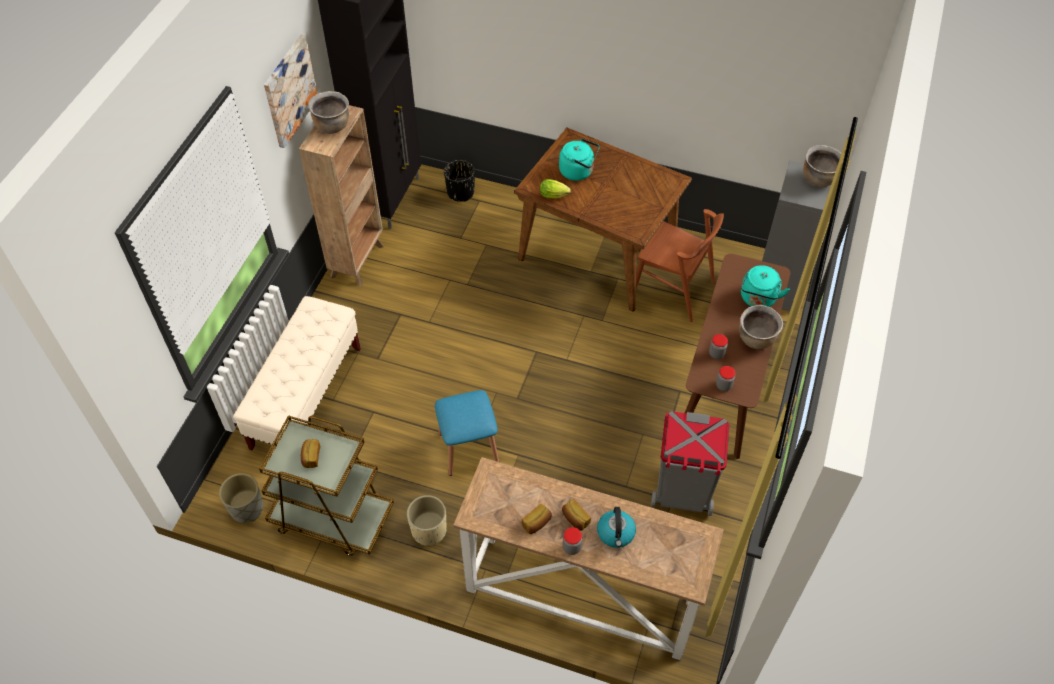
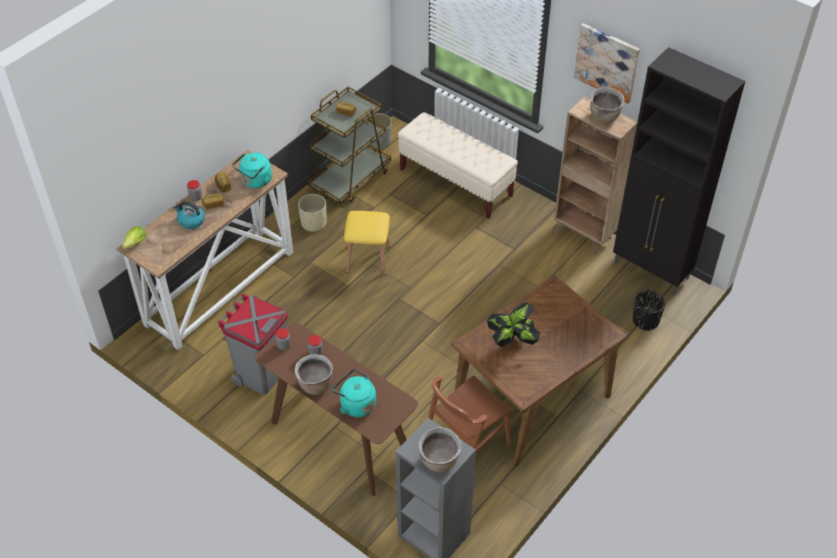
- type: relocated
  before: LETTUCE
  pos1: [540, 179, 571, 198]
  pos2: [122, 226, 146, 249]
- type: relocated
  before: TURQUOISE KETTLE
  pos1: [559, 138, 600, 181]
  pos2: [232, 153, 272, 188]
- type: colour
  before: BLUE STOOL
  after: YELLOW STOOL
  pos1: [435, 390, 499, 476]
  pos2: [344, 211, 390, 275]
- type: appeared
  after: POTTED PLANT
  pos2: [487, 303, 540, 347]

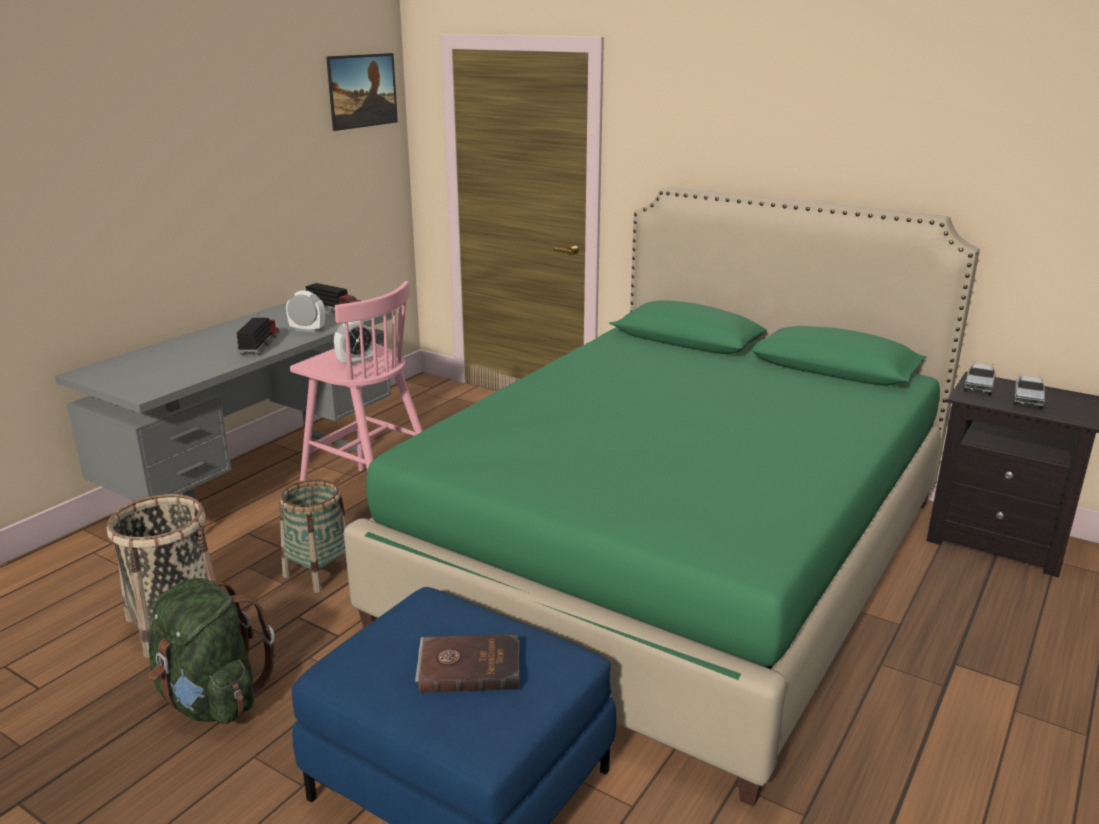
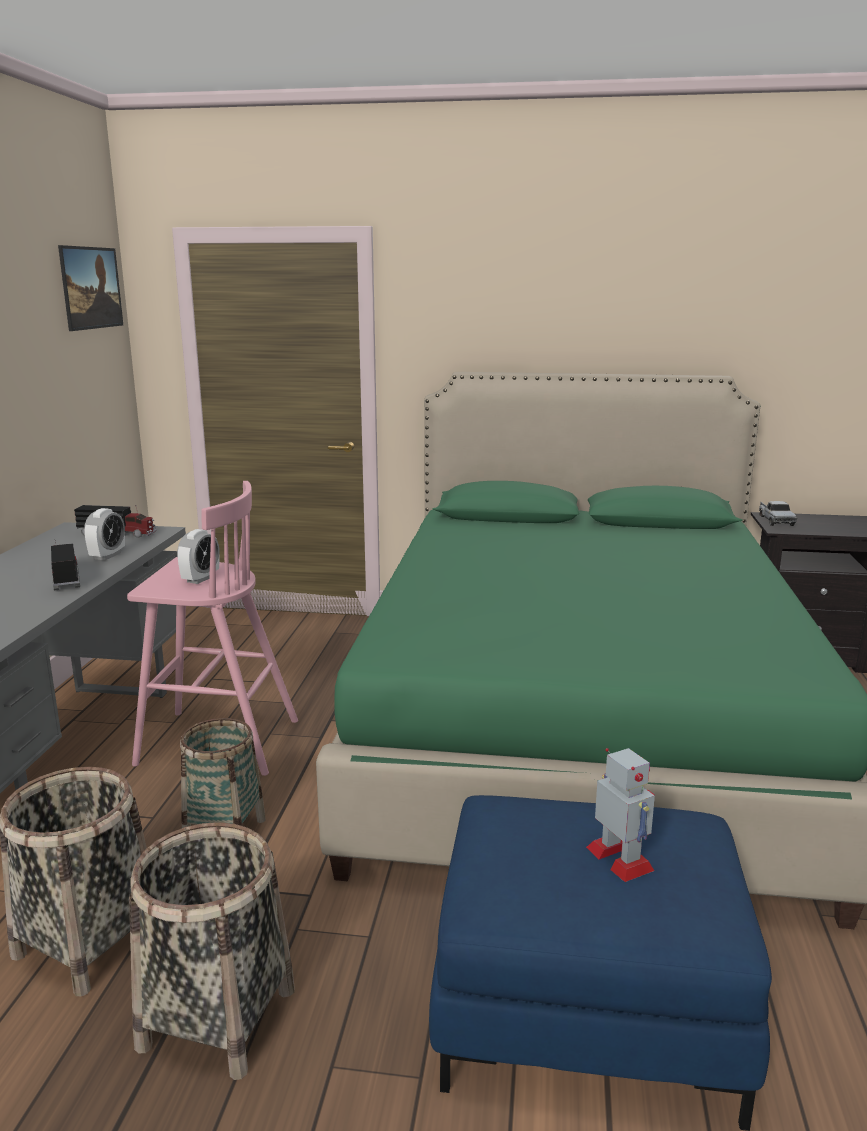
- type: spun
  before: ALARM CLOCK
  pos1: [286, 290, 325, 333]
  pos2: [84, 508, 125, 560]
  turn: 120
- type: exchanged
  before: GREEN BACKPACK
  after: BASKET
  pos1: [149, 578, 275, 724]
  pos2: [129, 822, 295, 1080]
- type: exchanged
  before: BROWN BOOK
  after: TOY ROBOT
  pos1: [415, 634, 520, 693]
  pos2: [586, 748, 655, 882]
- type: missing
  before: TOY TRUCK
  pos1: [1013, 374, 1045, 409]

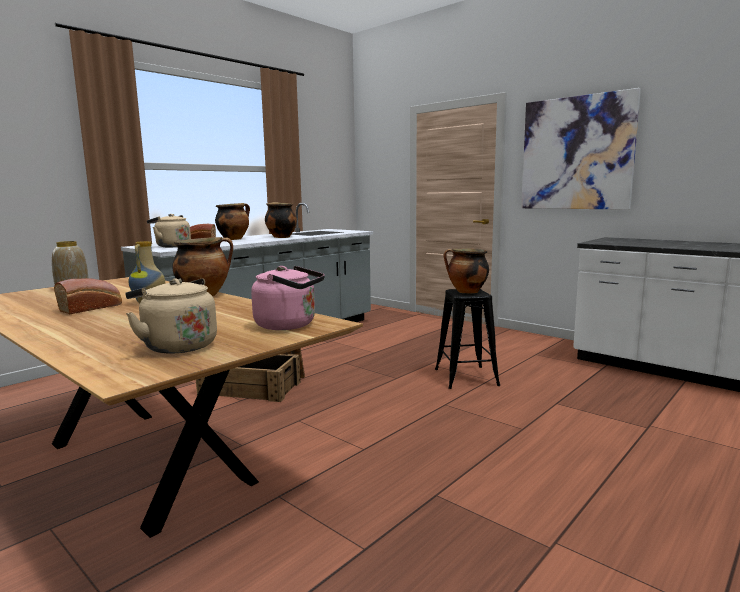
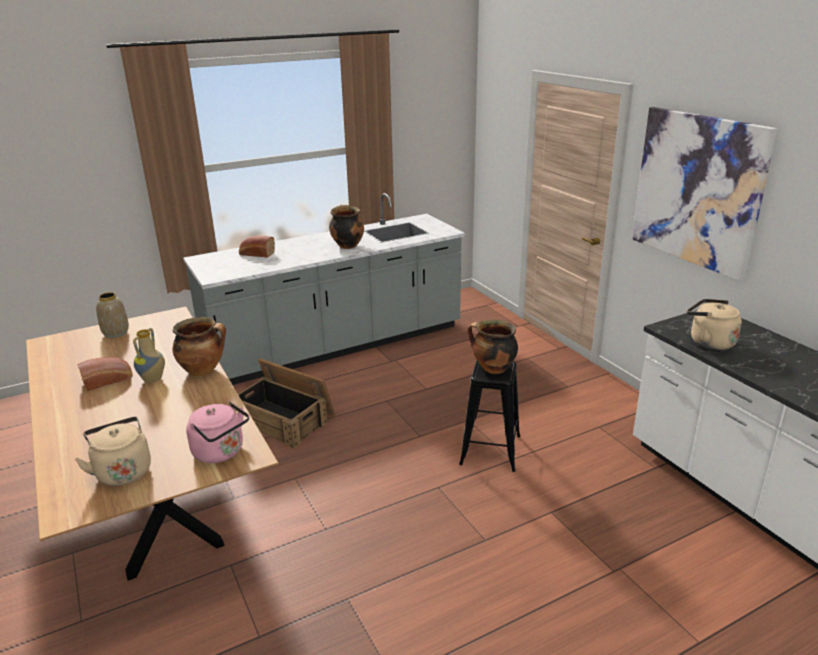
- type: relocated
  before: BEIGE KETTLE
  pos1: [147, 214, 191, 247]
  pos2: [687, 299, 742, 350]
- type: missing
  before: COOKING POT
  pos1: [215, 203, 250, 240]

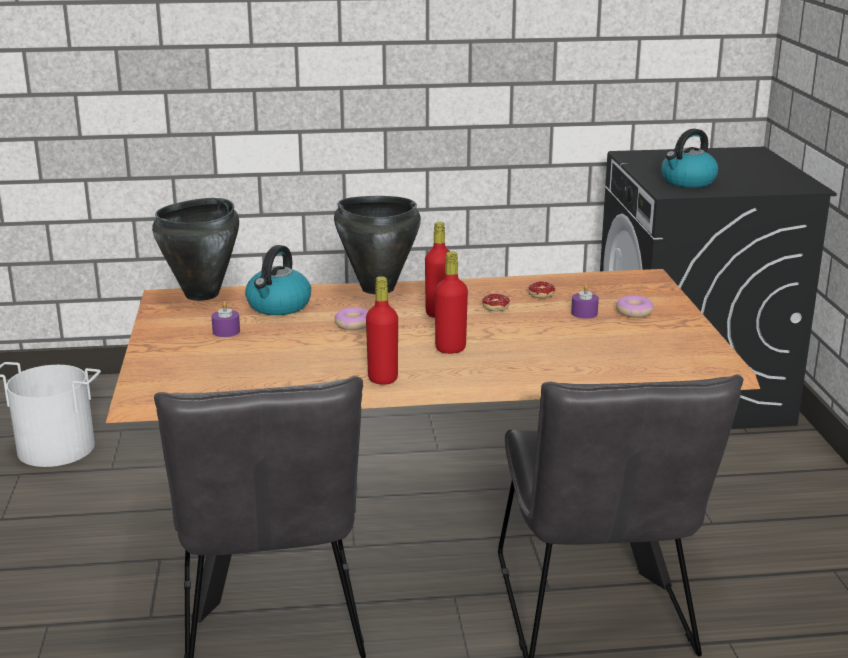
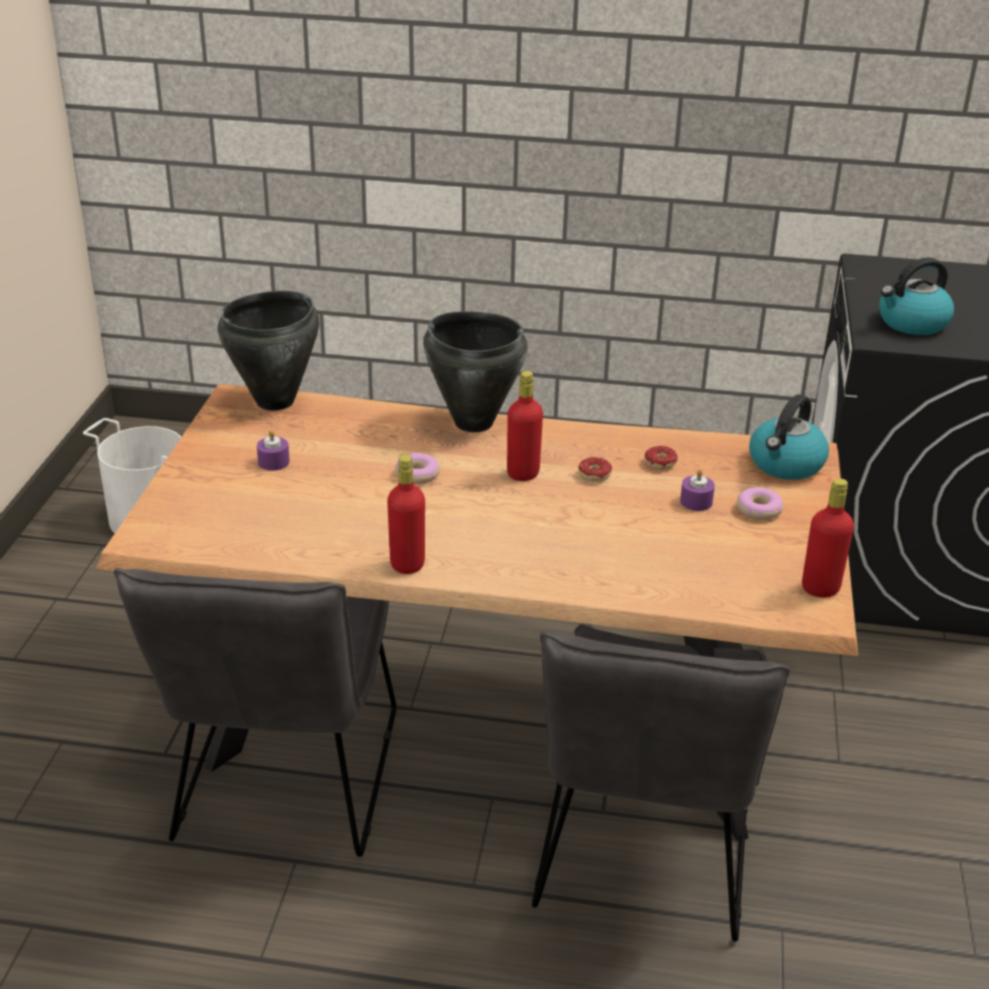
- type: relocated
  before: KETTLE
  pos1: [245, 245, 311, 315]
  pos2: [749, 394, 829, 480]
- type: relocated
  before: RED BOTTLE
  pos1: [435, 251, 468, 354]
  pos2: [802, 478, 854, 597]

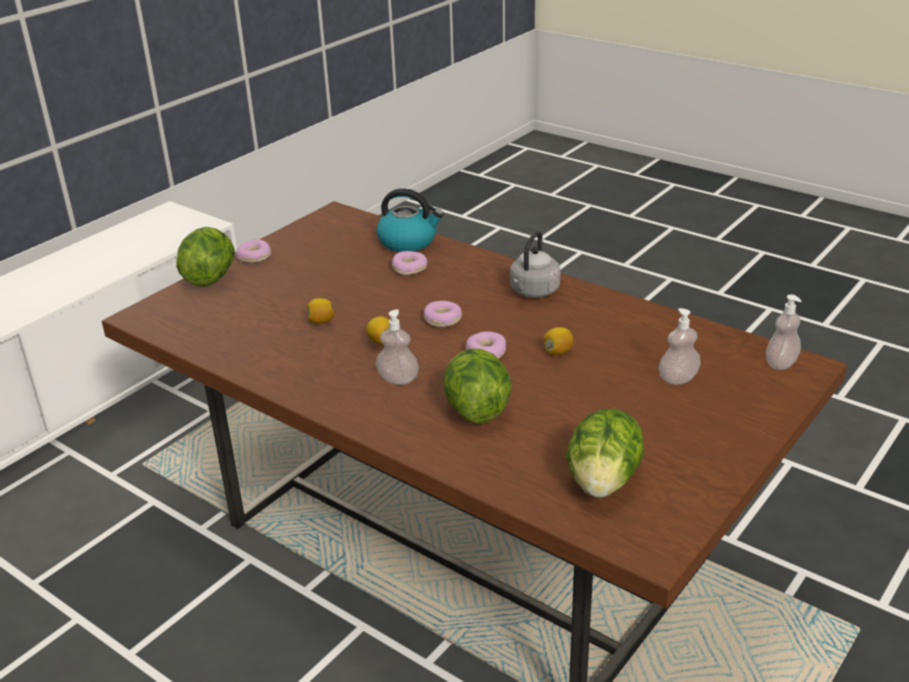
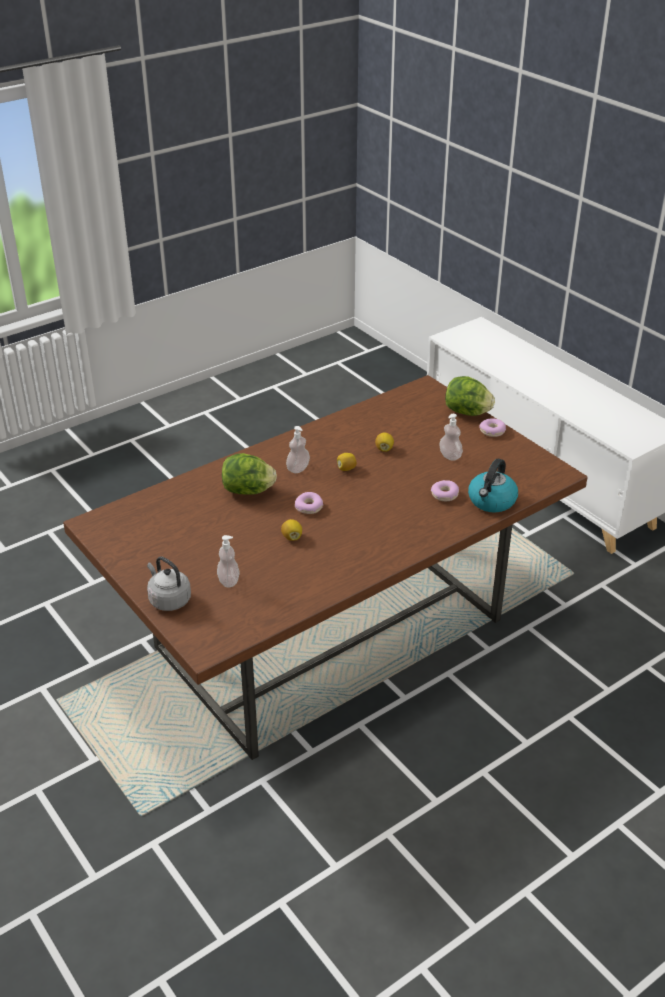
- type: relocated
  before: GREY KETTLE
  pos1: [510, 231, 561, 298]
  pos2: [147, 556, 191, 611]
- type: relocated
  before: SOAP DISPENSER
  pos1: [766, 294, 802, 370]
  pos2: [439, 414, 463, 461]
- type: missing
  before: DONUT
  pos1: [424, 301, 462, 327]
- type: missing
  before: LETTUCE
  pos1: [566, 408, 644, 498]

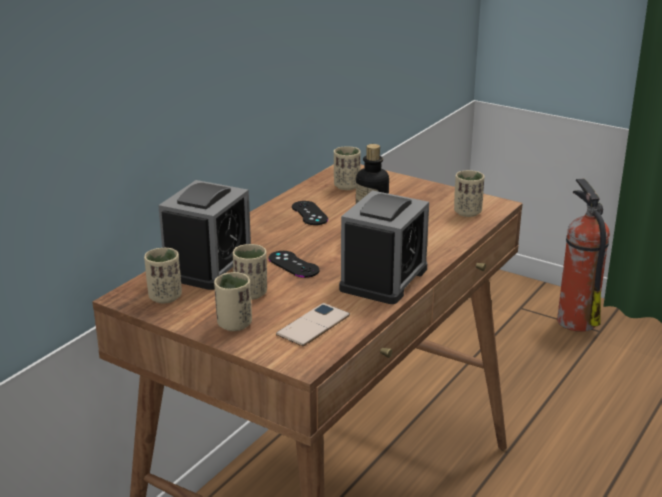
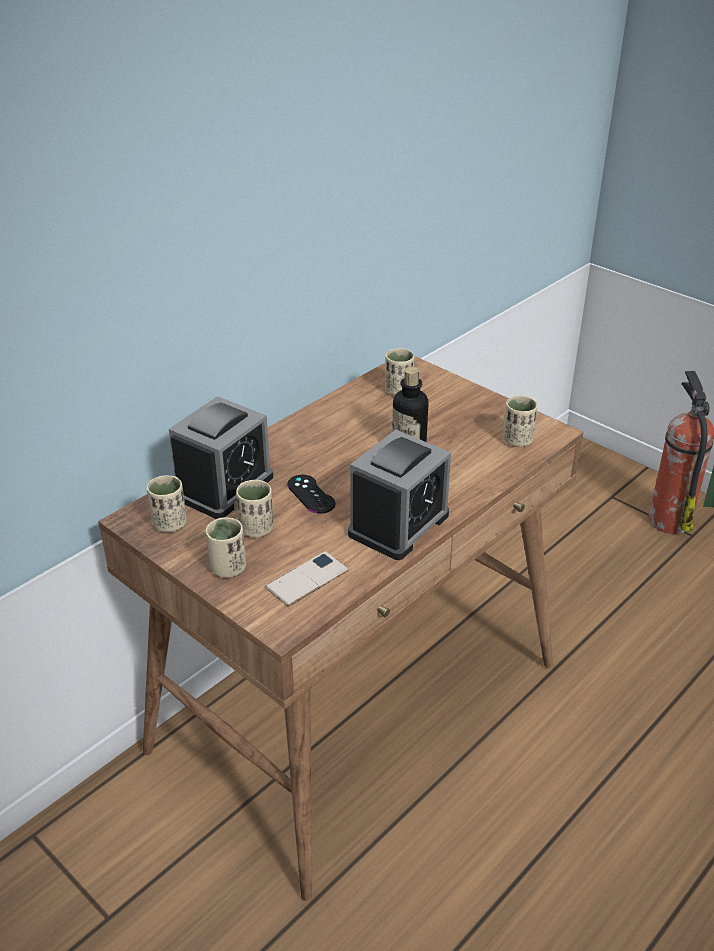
- type: missing
  before: BLACK GAME CONTROLLER
  pos1: [292, 201, 328, 225]

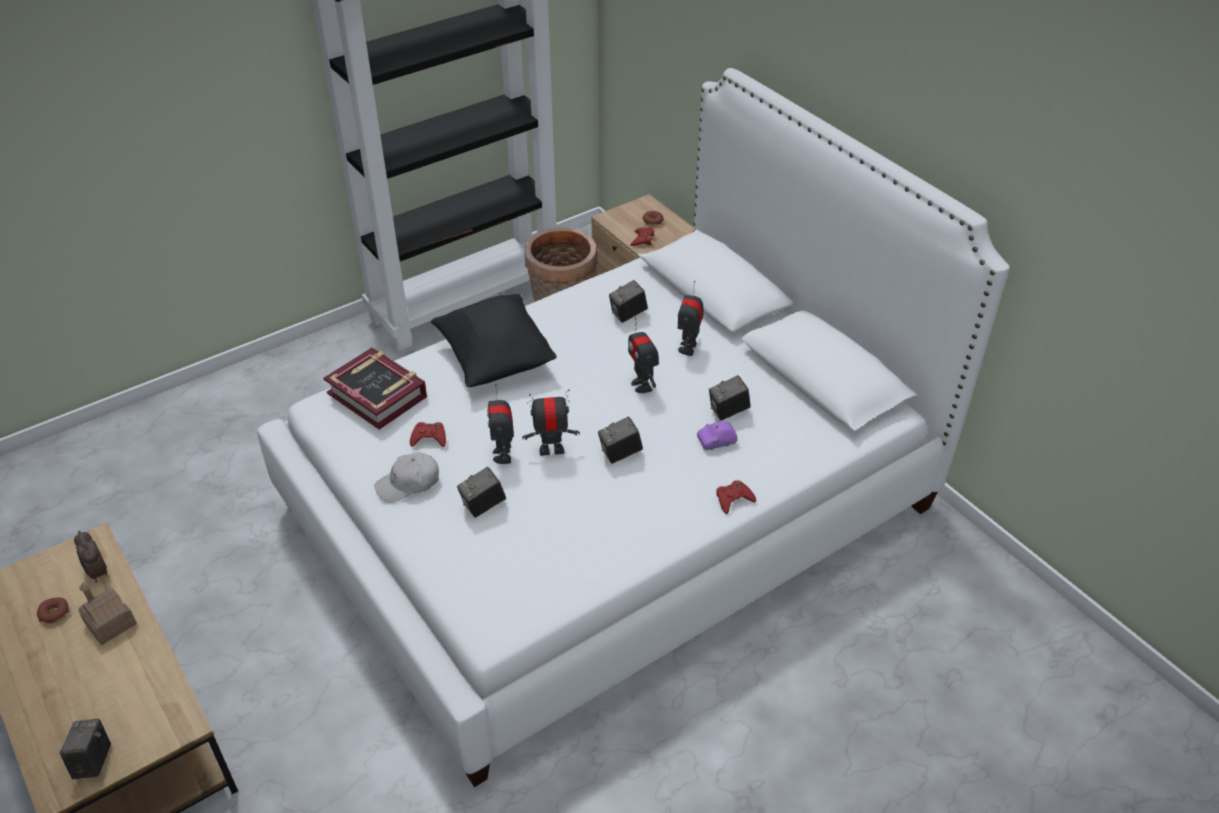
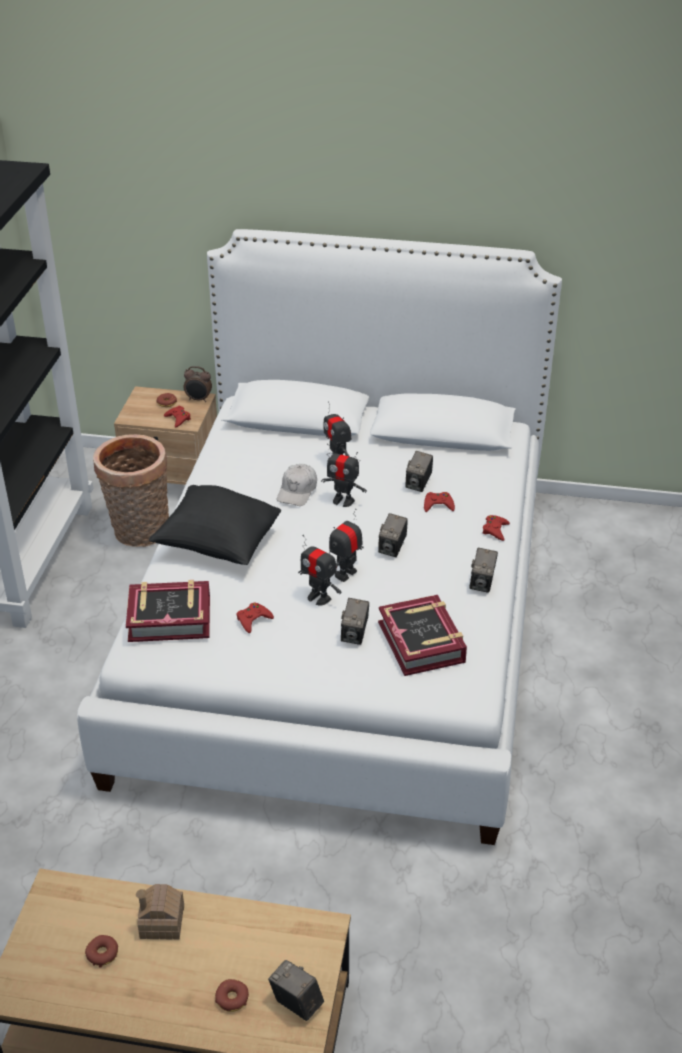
- type: relocated
  before: ALARM CLOCK
  pos1: [74, 531, 107, 583]
  pos2: [184, 366, 212, 402]
- type: appeared
  after: DONUT
  pos2: [215, 979, 249, 1012]
- type: relocated
  before: WHITE CAP
  pos1: [374, 452, 439, 503]
  pos2: [277, 464, 317, 506]
- type: appeared
  after: BOOK
  pos2: [378, 595, 467, 676]
- type: exchanged
  before: PURPLE TOY CAR
  after: RED GAME CONTROLLER
  pos1: [697, 421, 738, 451]
  pos2: [424, 492, 455, 512]
- type: relocated
  before: PHOTO CAMERA
  pos1: [609, 280, 648, 323]
  pos2: [469, 548, 498, 593]

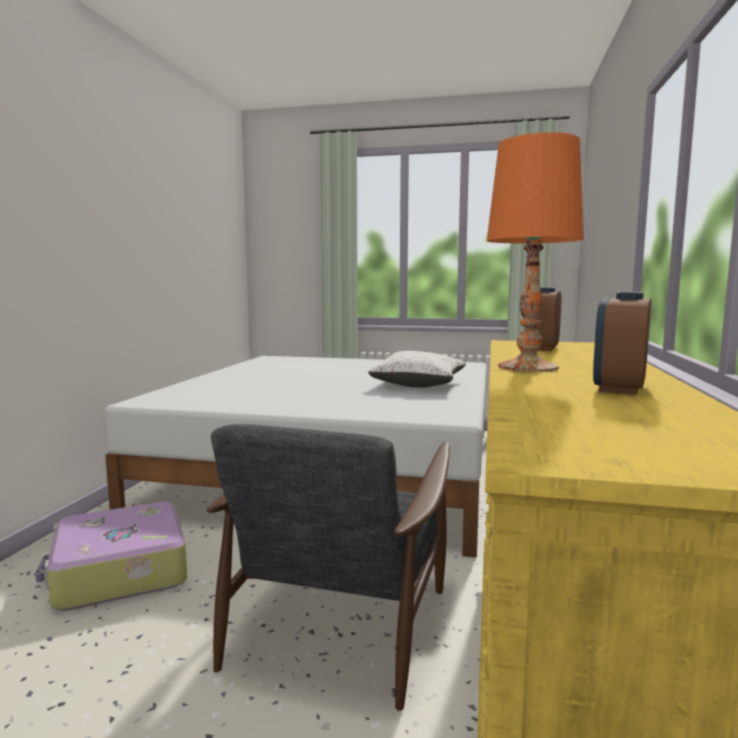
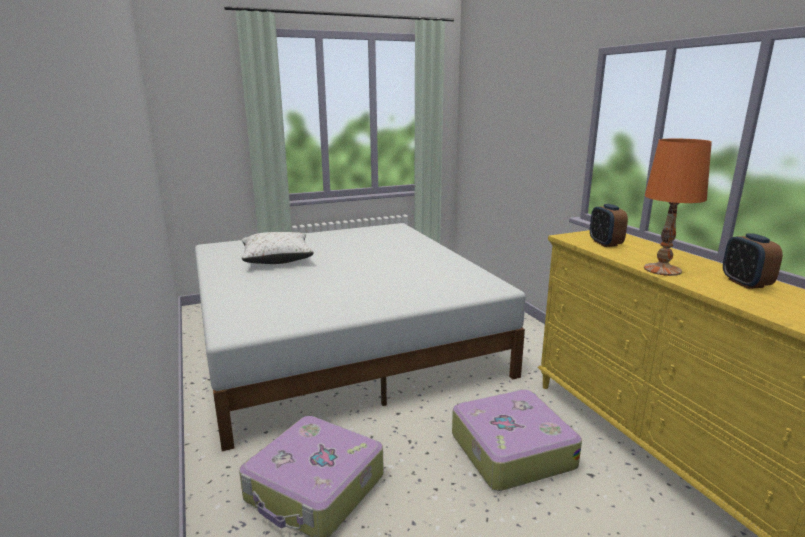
- type: relocated
  before: WHITE PILLOW
  pos1: [368, 351, 466, 388]
  pos2: [242, 232, 314, 264]
- type: exchanged
  before: GREY ARMCHAIR
  after: SUITCASE
  pos1: [207, 424, 450, 711]
  pos2: [452, 389, 582, 491]

